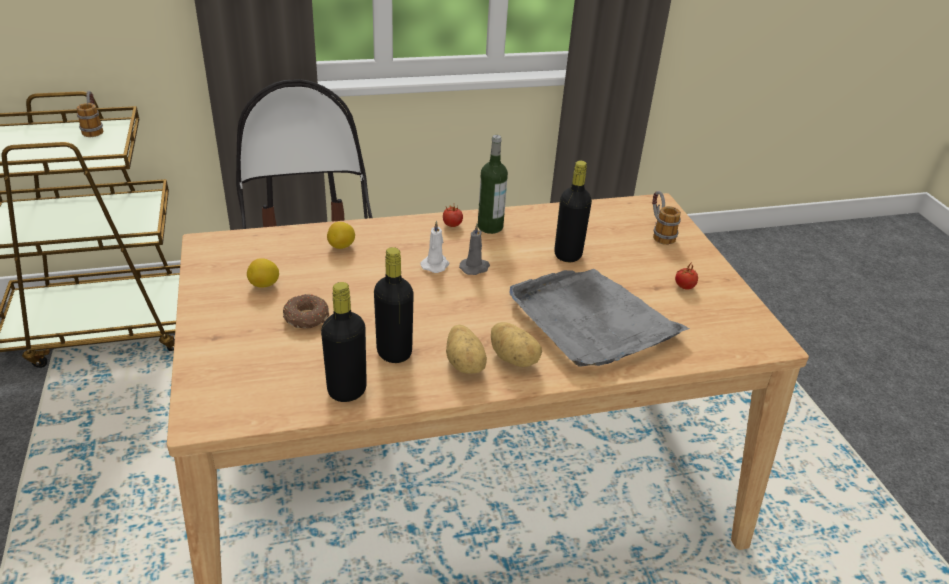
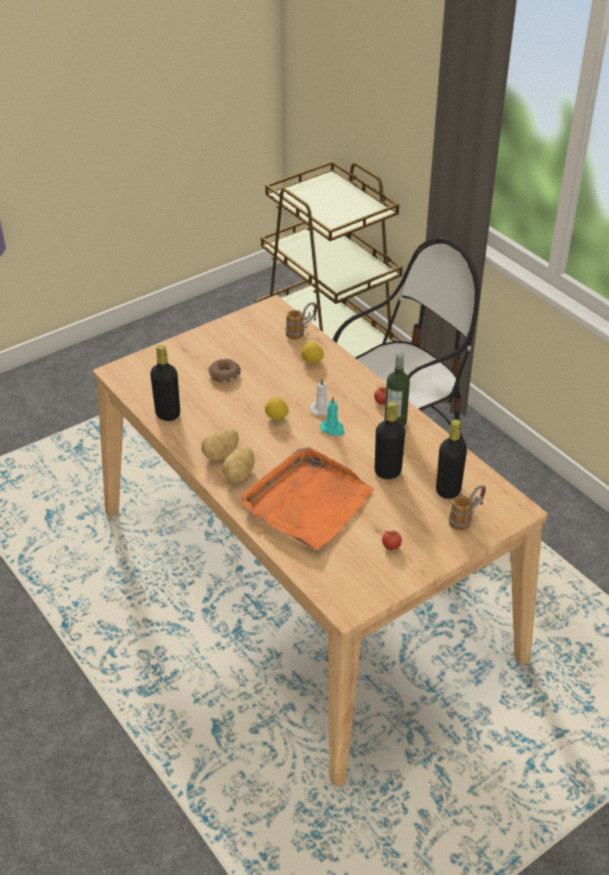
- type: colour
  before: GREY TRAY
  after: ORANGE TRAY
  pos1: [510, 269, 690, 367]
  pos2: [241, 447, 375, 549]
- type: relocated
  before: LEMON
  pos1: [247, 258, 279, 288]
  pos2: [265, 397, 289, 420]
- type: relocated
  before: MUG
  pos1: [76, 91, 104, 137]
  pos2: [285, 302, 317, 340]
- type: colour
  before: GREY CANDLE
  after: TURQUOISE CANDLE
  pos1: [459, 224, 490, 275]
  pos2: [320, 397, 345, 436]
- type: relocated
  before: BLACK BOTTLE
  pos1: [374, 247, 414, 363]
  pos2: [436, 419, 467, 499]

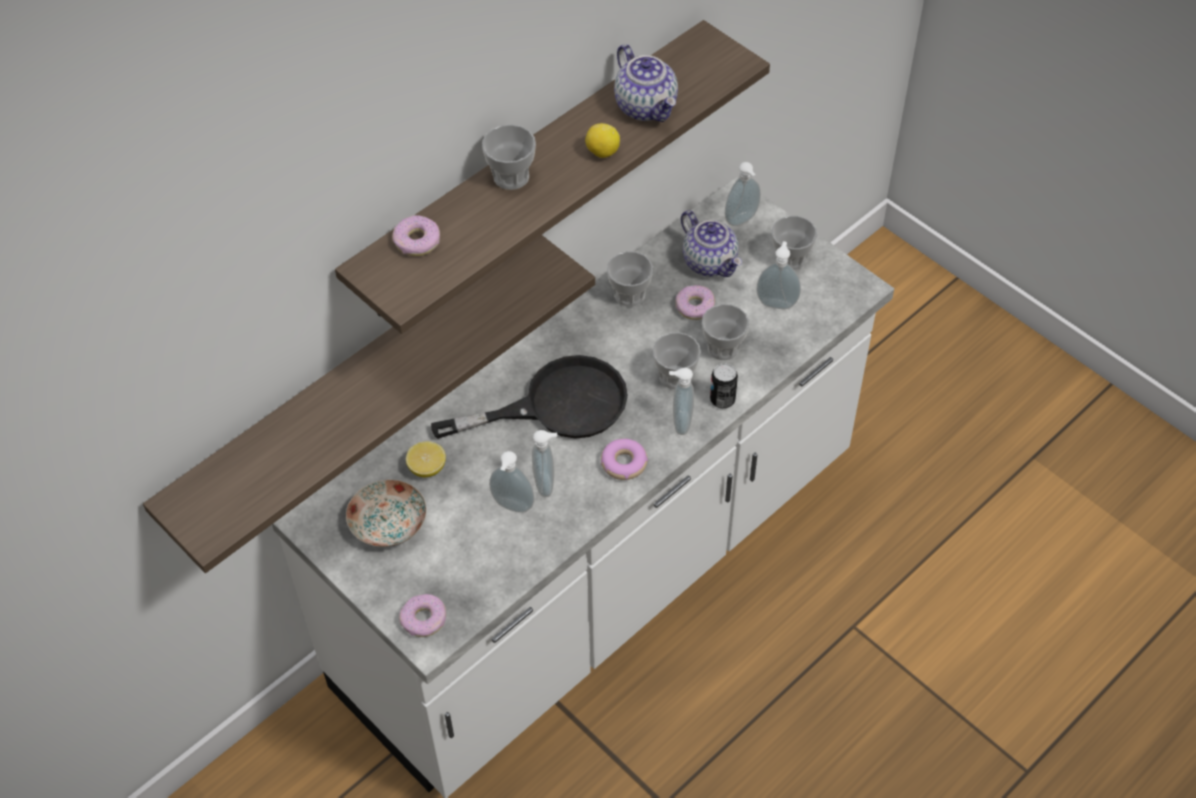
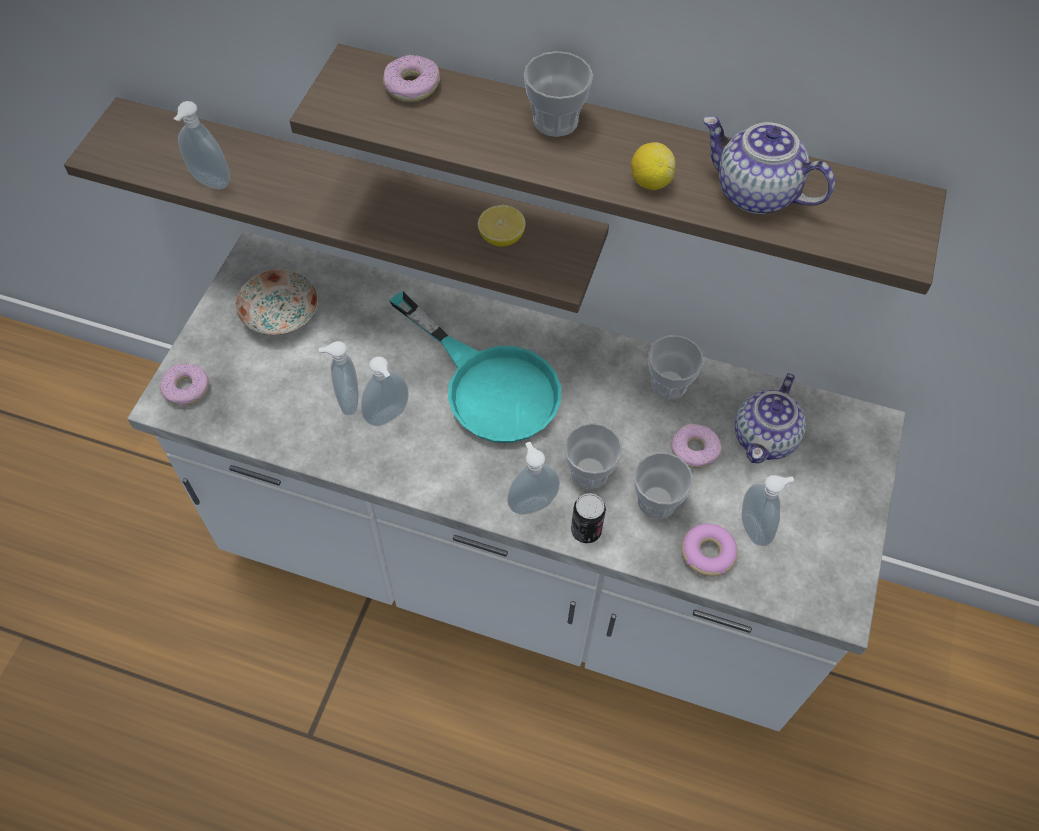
- type: relocated
  before: SOAP DISPENSER
  pos1: [725, 162, 761, 226]
  pos2: [174, 101, 230, 190]
- type: colour
  before: BLACK FRYING PAN
  after: TURQUOISE FRYING PAN
  pos1: [431, 355, 628, 439]
  pos2: [390, 291, 561, 443]
- type: relocated
  before: LEMON
  pos1: [406, 441, 446, 477]
  pos2: [478, 205, 526, 247]
- type: relocated
  before: DONUT
  pos1: [601, 439, 648, 480]
  pos2: [681, 524, 738, 577]
- type: spun
  before: TEAPOT
  pos1: [614, 44, 678, 122]
  pos2: [703, 116, 835, 214]
  turn: 90
- type: missing
  before: CUP
  pos1: [772, 216, 817, 270]

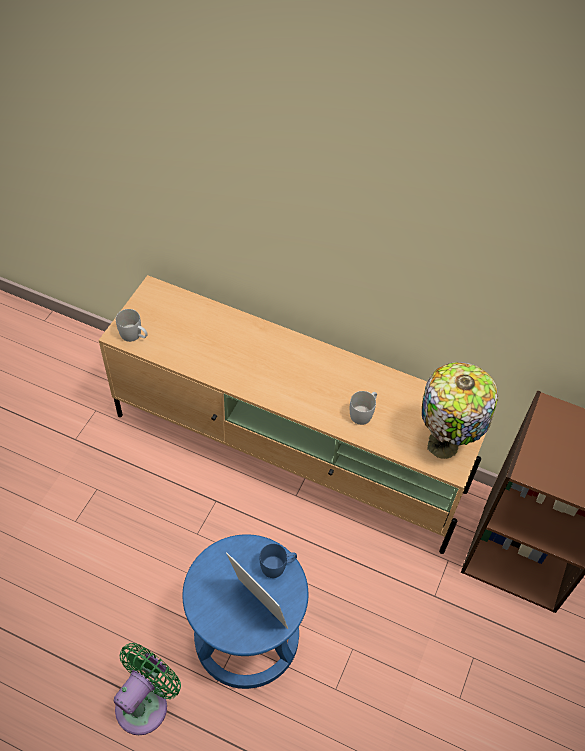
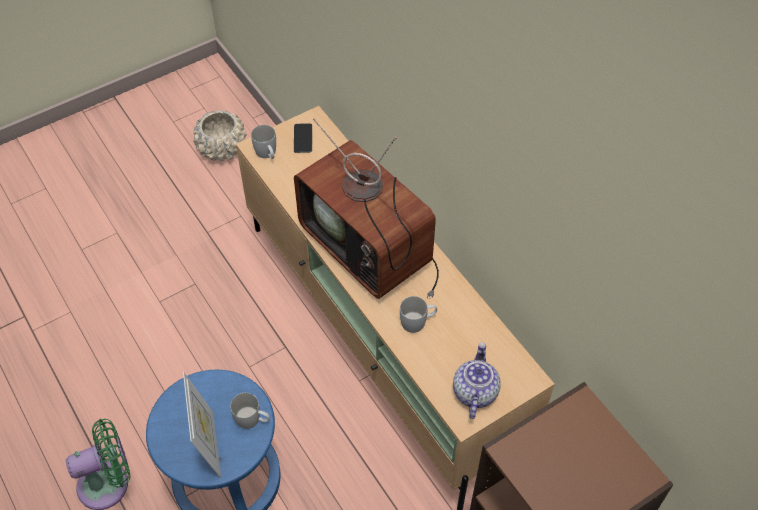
- type: appeared
  after: BEIGE PLANTER
  pos2: [193, 110, 247, 162]
- type: colour
  before: BLUE MUG
  after: WHITE MUG
  pos1: [260, 543, 297, 578]
  pos2: [230, 393, 270, 429]
- type: appeared
  after: TELEVISION
  pos2: [294, 119, 439, 299]
- type: appeared
  after: PHONE
  pos2: [294, 123, 312, 153]
- type: exchanged
  before: TABLE LAMP
  after: TEAPOT
  pos1: [422, 362, 498, 459]
  pos2: [453, 342, 501, 419]

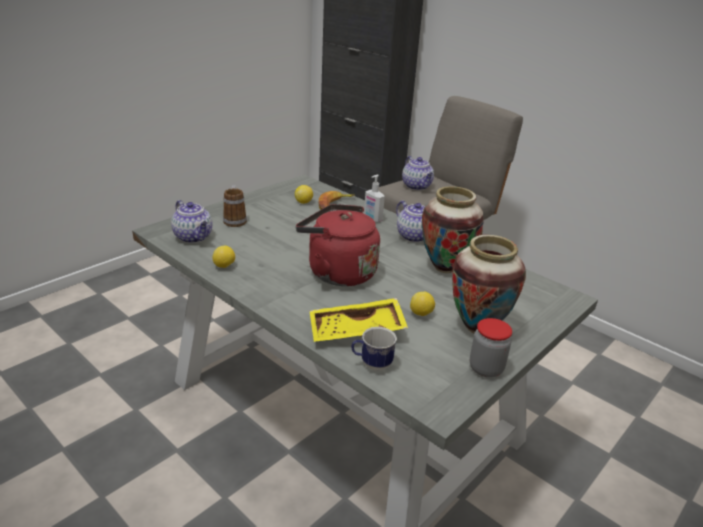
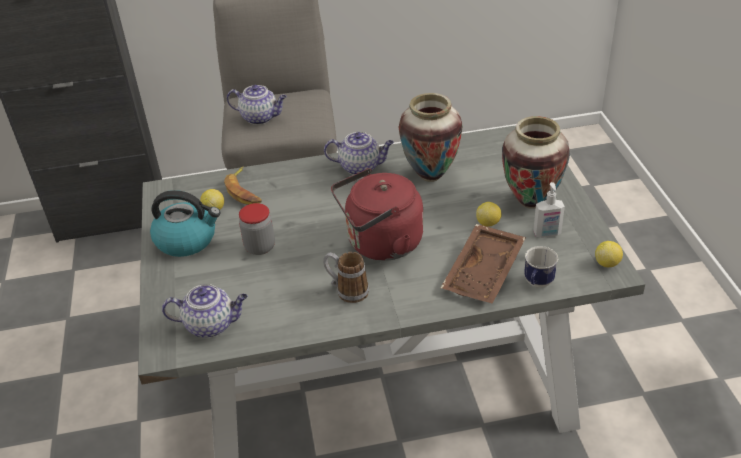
- type: appeared
  after: KETTLE
  pos2: [150, 190, 221, 257]
- type: relocated
  before: JAR
  pos1: [470, 318, 512, 378]
  pos2: [239, 203, 275, 255]
- type: relocated
  before: MUG
  pos1: [223, 185, 247, 227]
  pos2: [323, 252, 369, 303]
- type: colour
  before: YELLOW TRAY
  after: BROWN TRAY
  pos1: [310, 298, 408, 342]
  pos2: [441, 224, 526, 304]
- type: relocated
  before: SOAP DISPENSER
  pos1: [364, 175, 385, 222]
  pos2: [533, 182, 565, 238]
- type: relocated
  before: LEMON
  pos1: [212, 245, 235, 268]
  pos2: [595, 241, 623, 267]

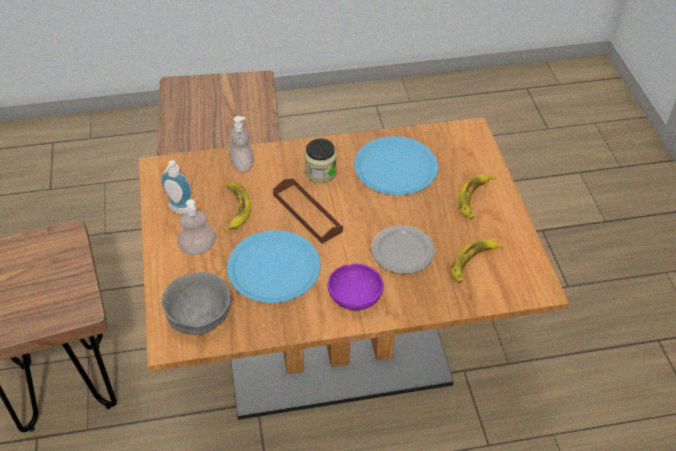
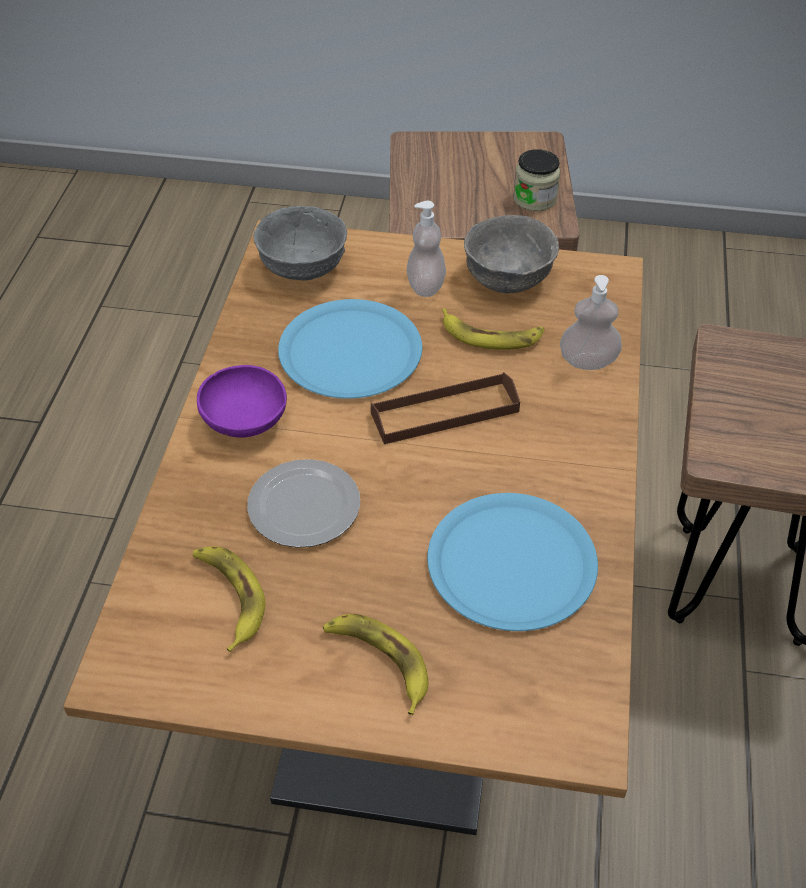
- type: exchanged
  before: SOAP DISPENSER
  after: GREY BOWL
  pos1: [161, 160, 192, 214]
  pos2: [464, 215, 559, 294]
- type: relocated
  before: JAR
  pos1: [305, 138, 337, 183]
  pos2: [514, 149, 560, 211]

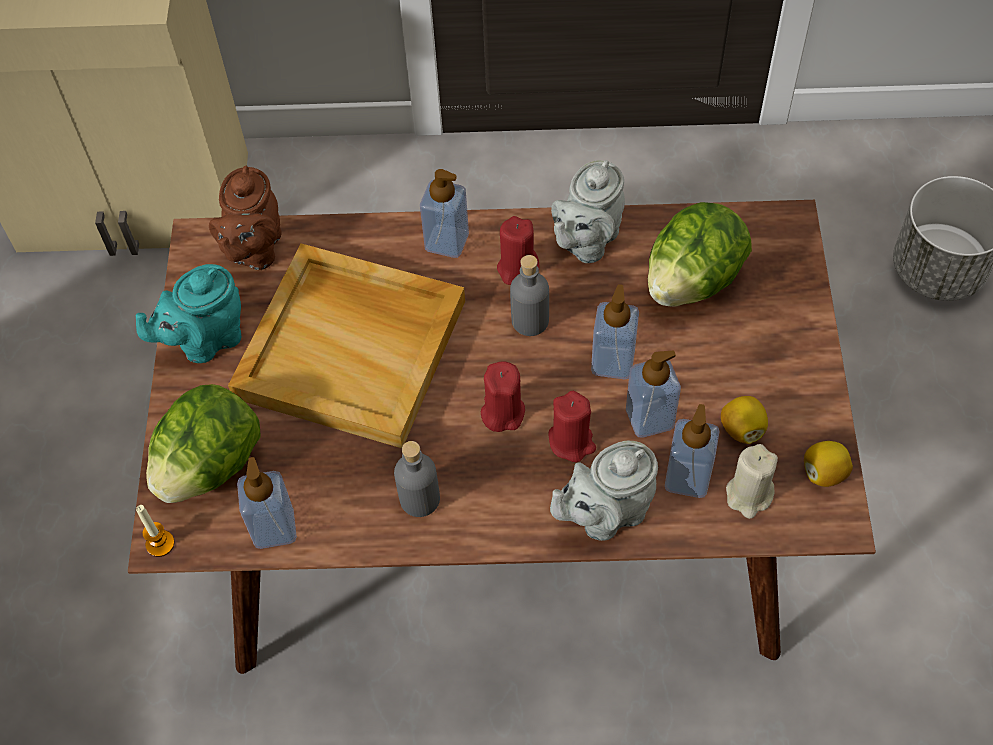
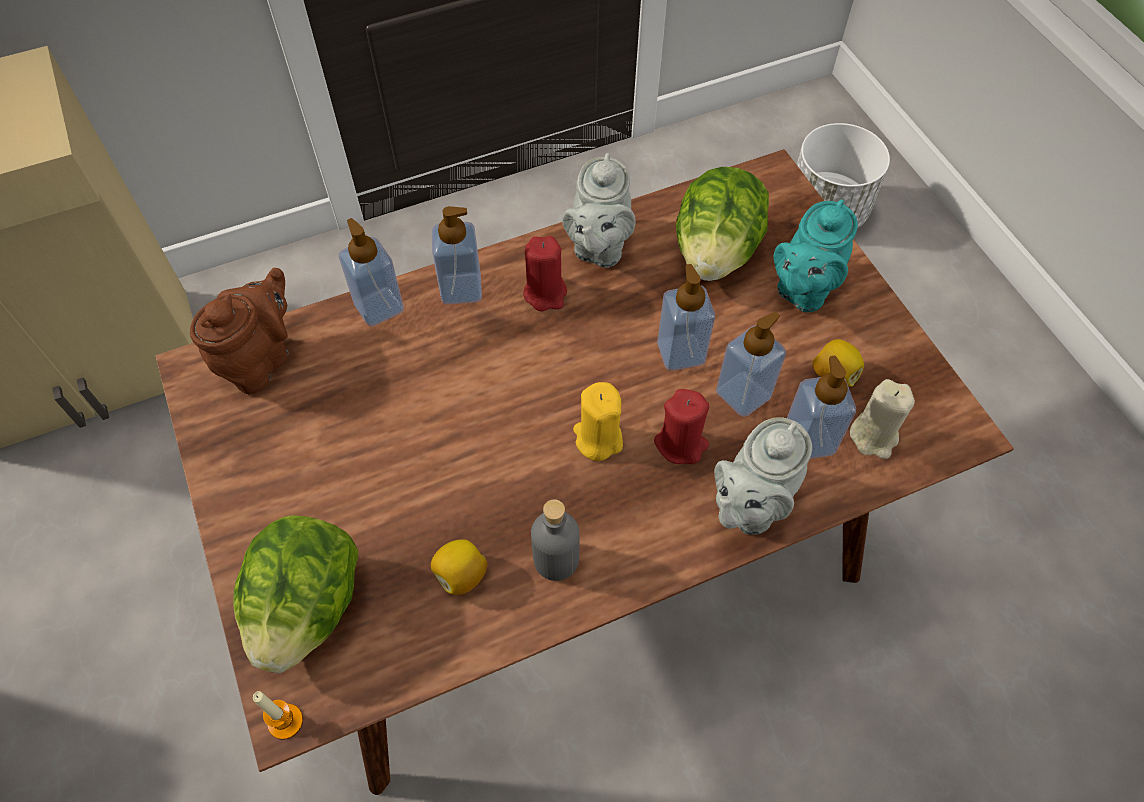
- type: spun
  before: BROWN TEAPOT
  pos1: [209, 165, 282, 270]
  pos2: [190, 268, 288, 394]
  turn: -135
- type: relocated
  before: SOAP DISPENSER
  pos1: [237, 457, 297, 549]
  pos2: [339, 218, 404, 326]
- type: relocated
  before: LEMON
  pos1: [804, 441, 853, 487]
  pos2: [431, 539, 487, 595]
- type: colour
  before: RED CANDLE
  after: YELLOW CANDLE
  pos1: [481, 361, 525, 432]
  pos2: [573, 382, 623, 461]
- type: relocated
  before: TURQUOISE TEAPOT
  pos1: [136, 264, 241, 363]
  pos2: [773, 199, 858, 312]
- type: missing
  before: BEIGE TRAY
  pos1: [228, 243, 465, 448]
- type: missing
  before: GREY BOTTLE
  pos1: [510, 255, 549, 336]

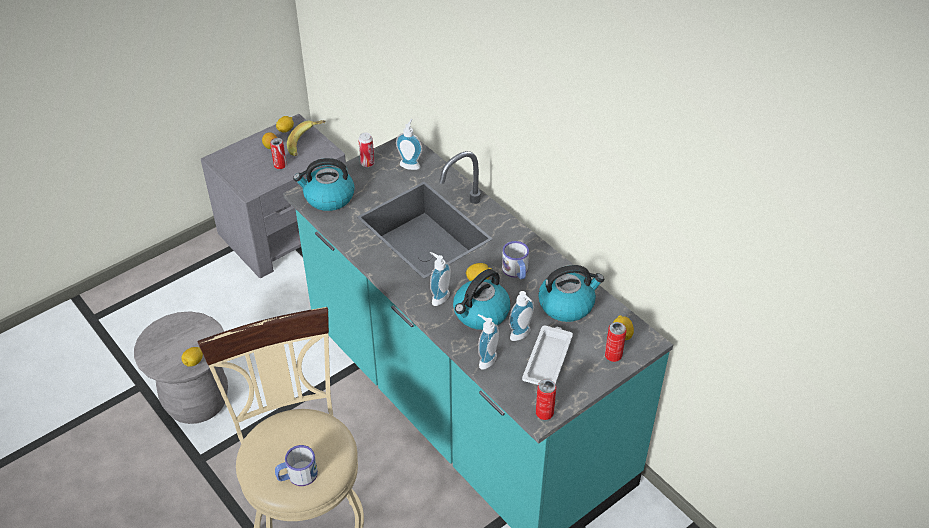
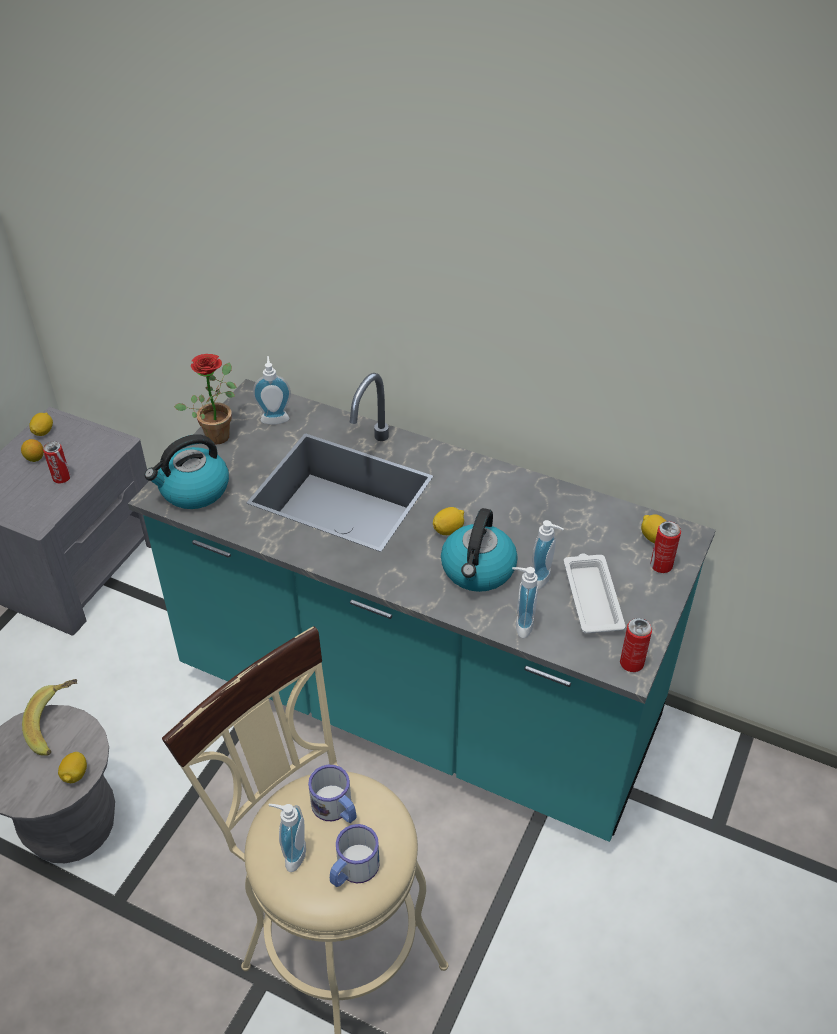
- type: relocated
  before: BANANA
  pos1: [287, 120, 326, 156]
  pos2: [22, 679, 78, 756]
- type: exchanged
  before: CAN
  after: POTTED PLANT
  pos1: [358, 133, 375, 167]
  pos2: [174, 354, 237, 444]
- type: relocated
  before: SOAP DISPENSER
  pos1: [430, 252, 451, 306]
  pos2: [269, 804, 306, 872]
- type: relocated
  before: MUG
  pos1: [502, 241, 529, 279]
  pos2: [308, 765, 356, 823]
- type: missing
  before: KETTLE
  pos1: [538, 265, 604, 322]

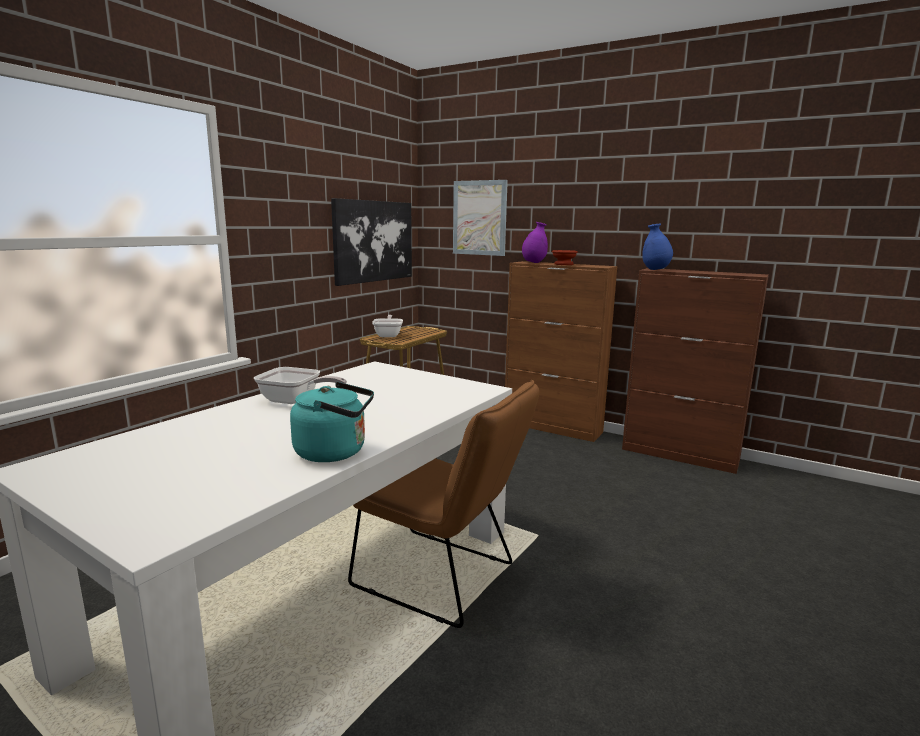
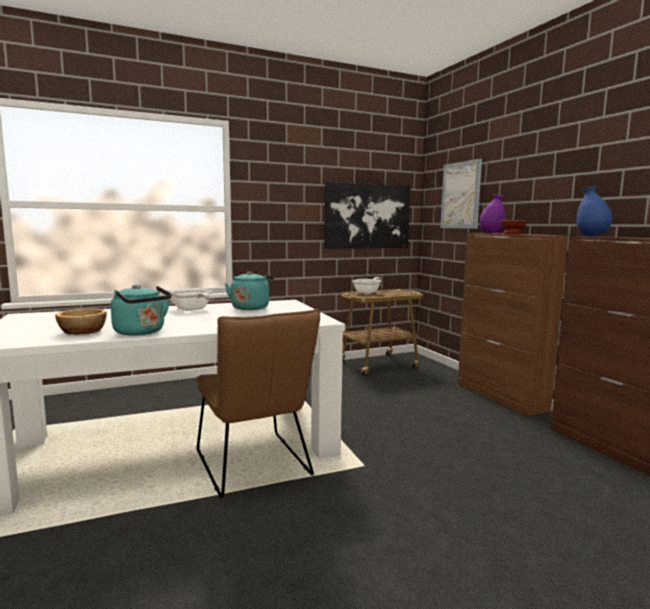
- type: appeared
  after: BOWL
  pos2: [55, 308, 107, 335]
- type: appeared
  after: TURQUOISE KETTLE
  pos2: [225, 271, 274, 310]

